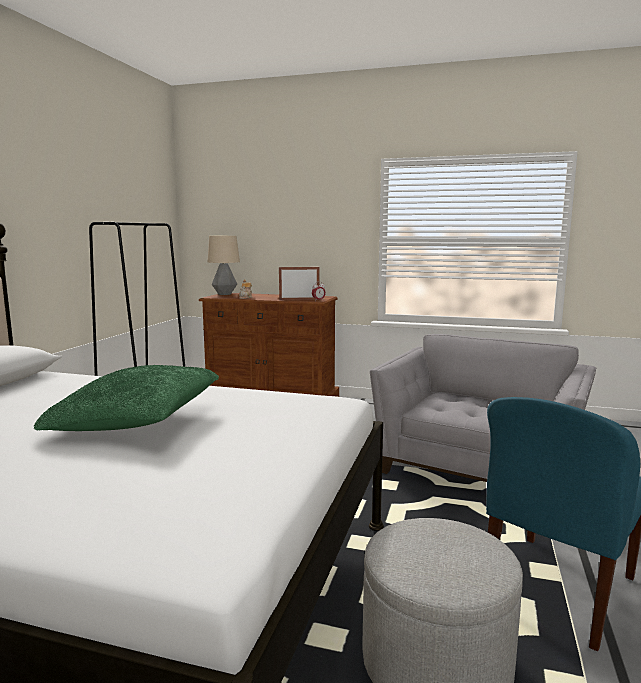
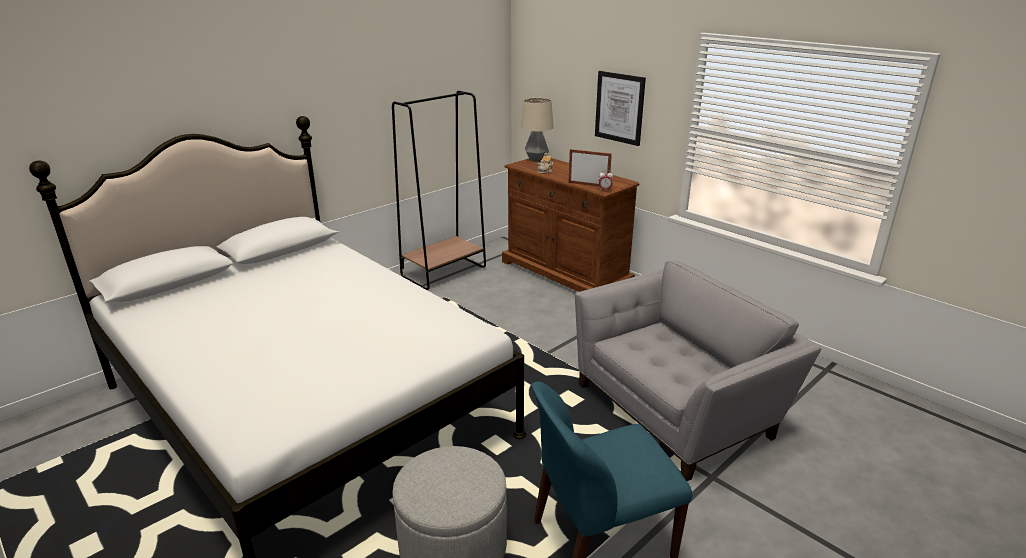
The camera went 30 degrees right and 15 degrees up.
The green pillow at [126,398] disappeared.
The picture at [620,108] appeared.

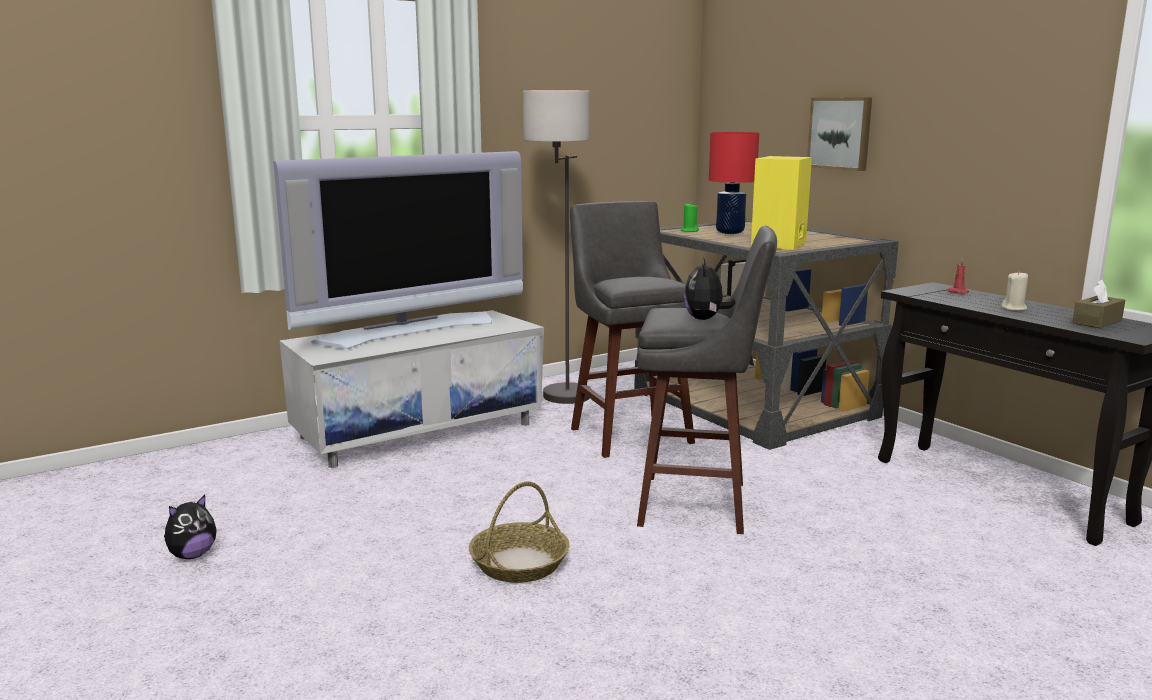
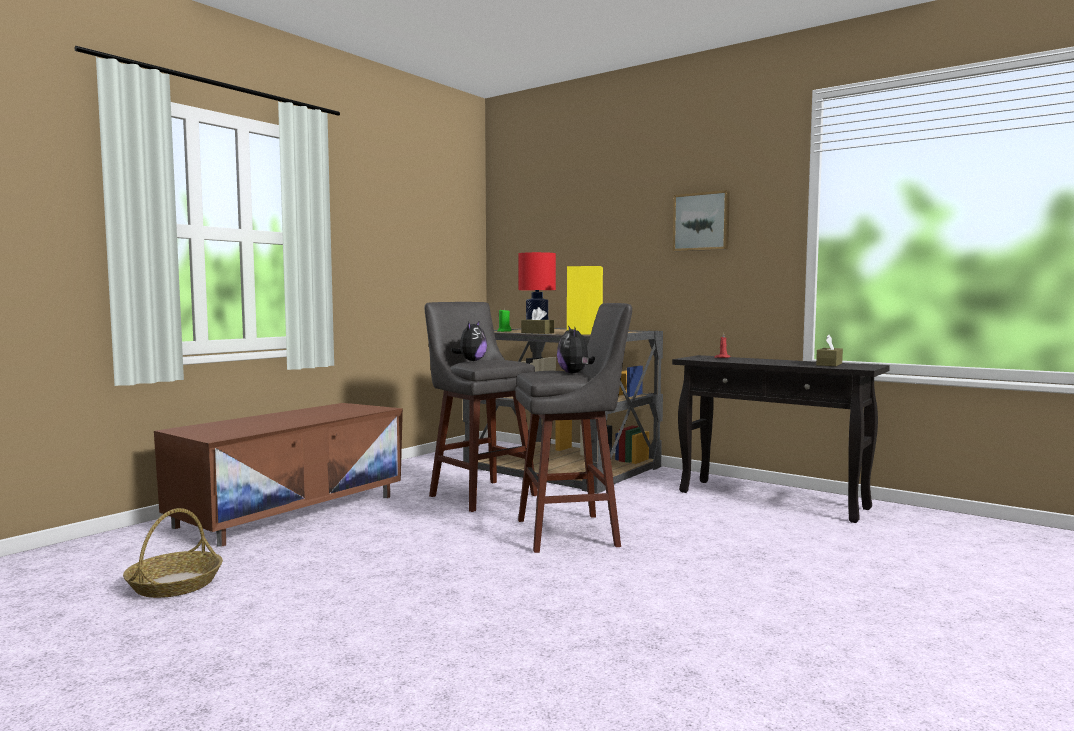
The camera went 20 degrees left and 10 degrees down.
The soft toy moved from [190,527] to [469,341].
The TV set at [398,250] disappeared.
The white tv unit at [411,389] became the brownish tv unit at [278,475].
The storage basket moved from [519,532] to [173,553].
The gray standing lamp at [556,247] disappeared.
The picture moved from [839,134] to [701,221].
The sand-coloured wax light at [1014,291] disappeared.
The brownish tissue box at [537,320] appeared.

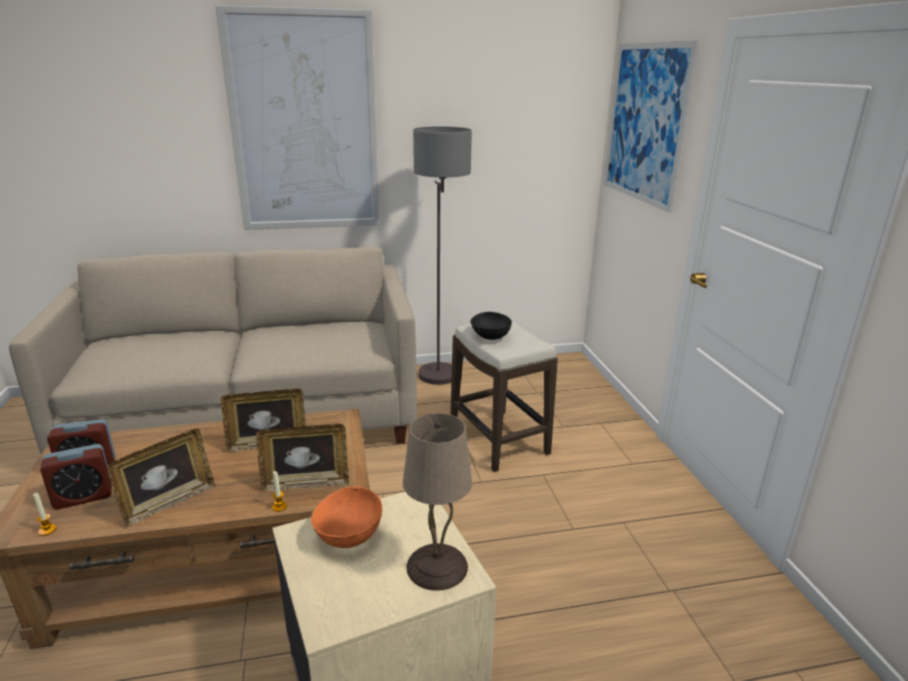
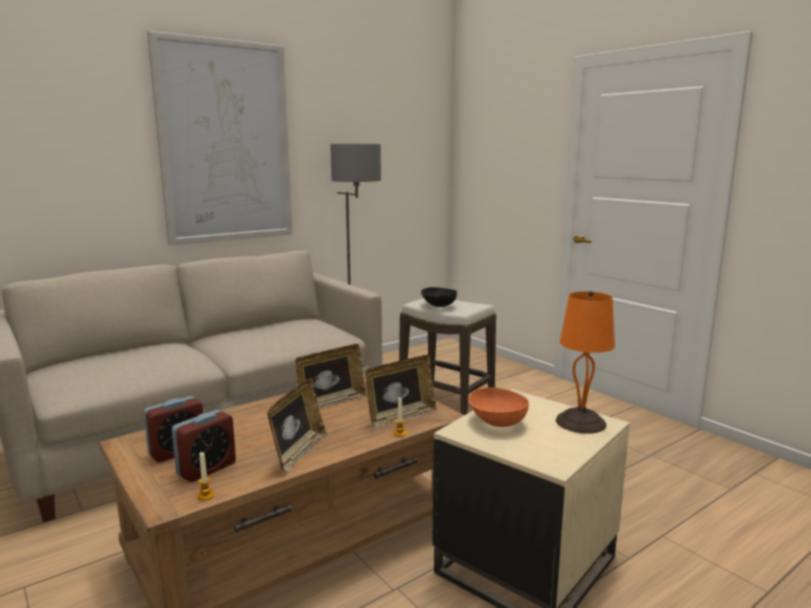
The camera went 25 degrees left and 10 degrees down.
The sand-coloured lamp for a table at [437,502] became the orange-coloured lamp for a table at [585,362].
The picture at [651,126] disappeared.

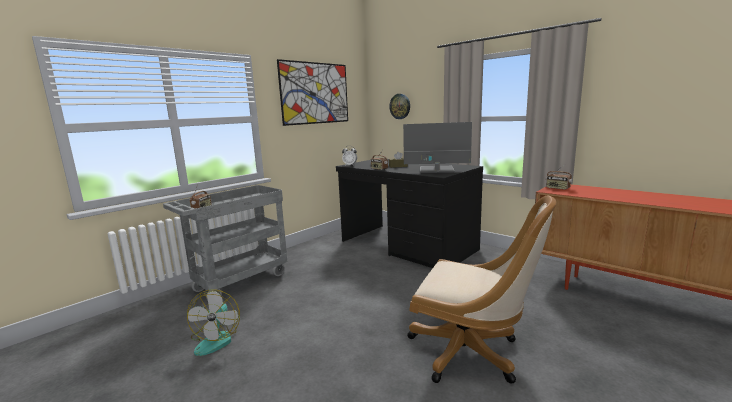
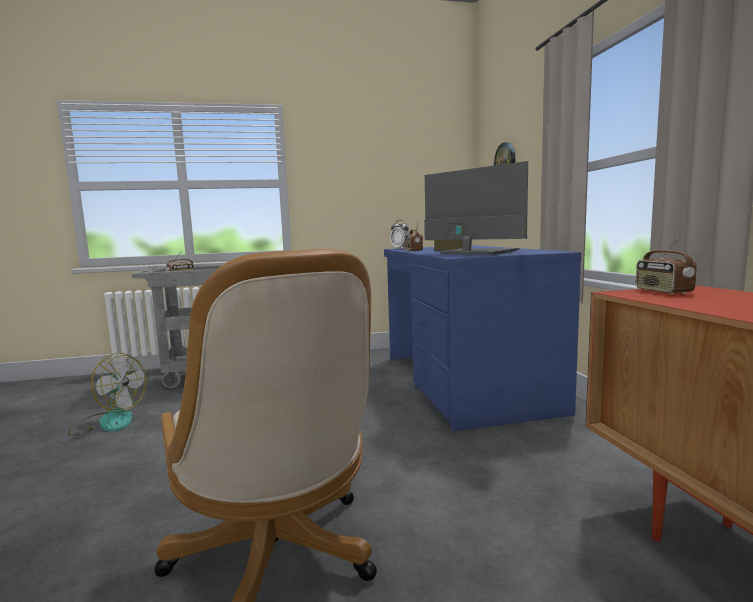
The camera went 35 degrees right and 5 degrees down.
The electric fan at [213,323] turned 105 degrees counterclockwise.
The picture at [312,92] disappeared.
The black-coloured desk unit at [409,213] became the blue-coloured desk unit at [482,338].

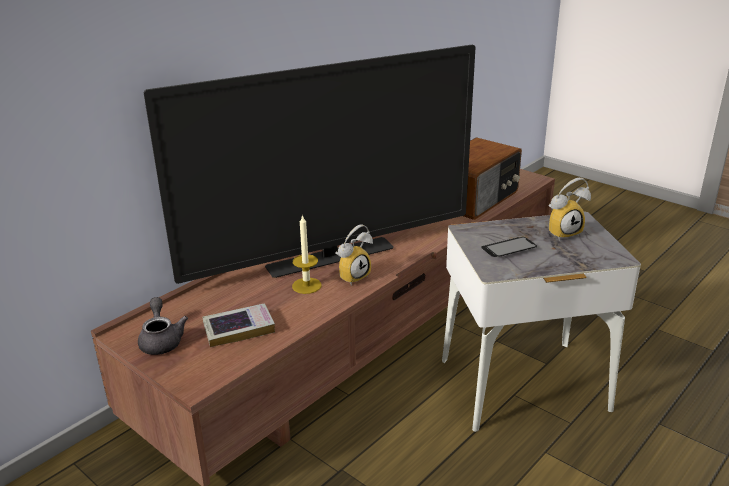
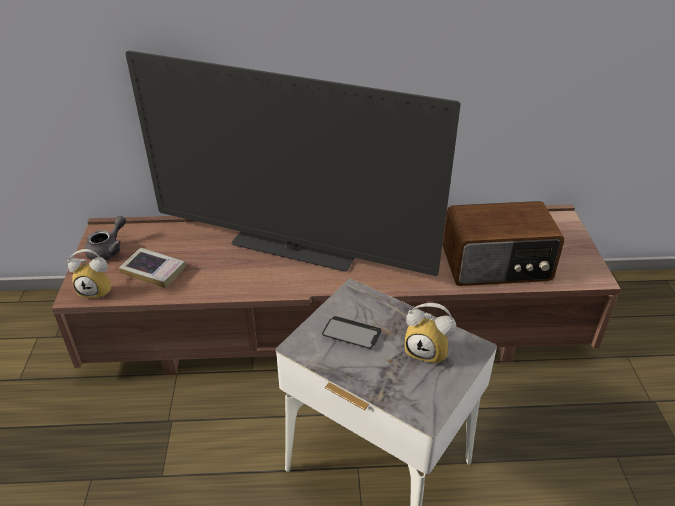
The camera went 45 degrees right and 10 degrees up.
The wax light at [306,254] disappeared.
The alarm clock moved from [354,255] to [89,274].

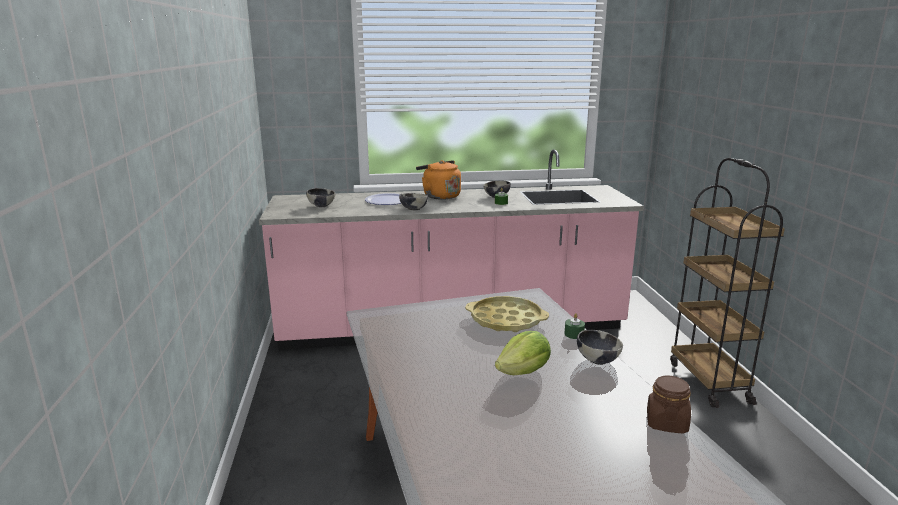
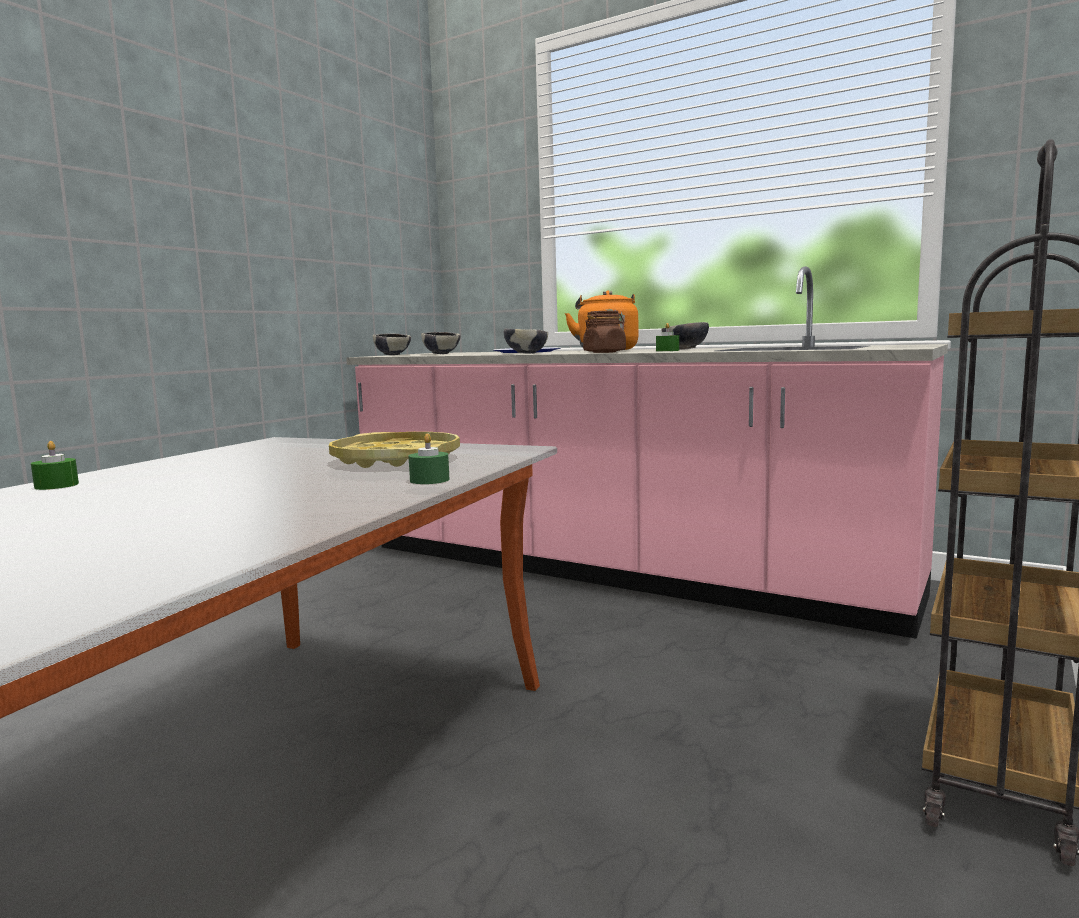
The camera went 40 degrees right and 10 degrees down.
The lettuce at [523,353] disappeared.
The bowl moved from [600,347] to [392,344].
The brownish storage jar moved from [669,404] to [604,331].
The green wax light at [55,465] appeared.

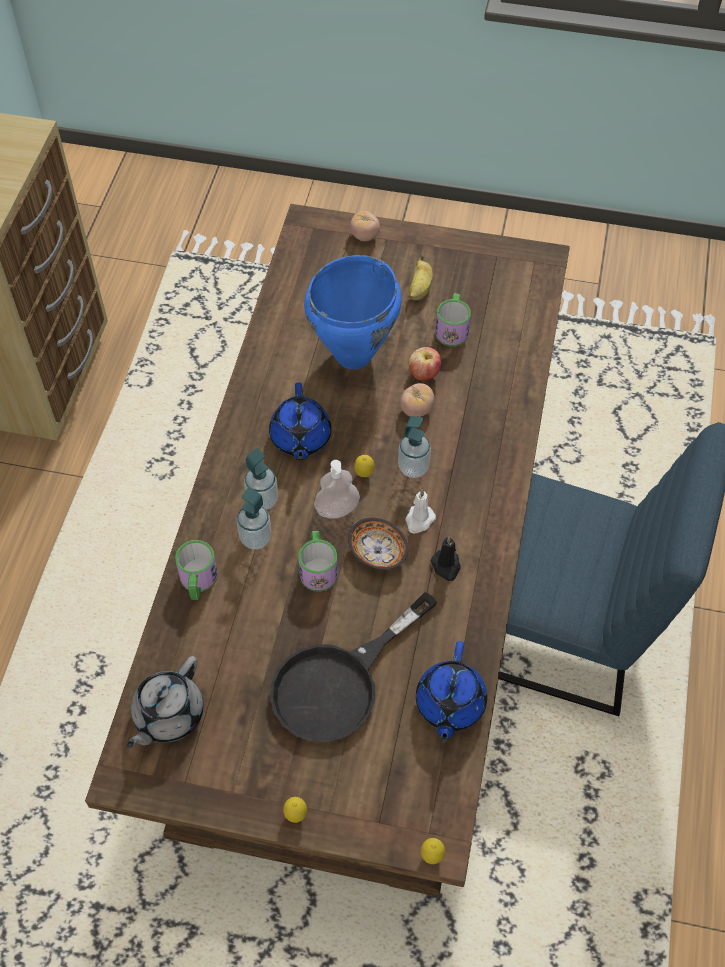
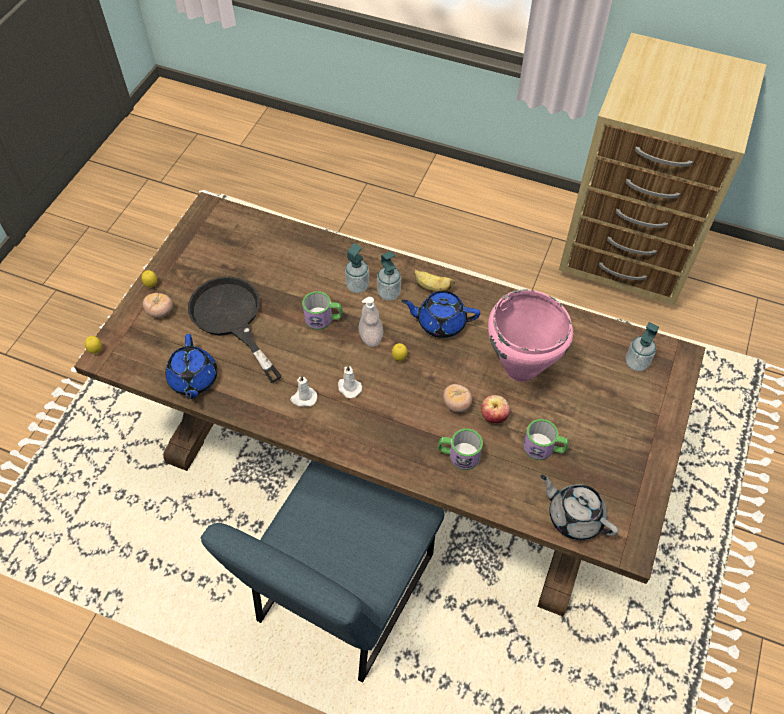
The camera went 100 degrees right and 0 degrees up.
The gray tea pot moved from [165,702] to [579,507].
The tea mug moved from [196,570] to [460,449].
The blue-coloured cooking pot at [352,312] became the pink cooking pot at [530,336].
The bowl at [378,544] disappeared.
The tomato moved from [365,226] to [157,305].
The liquid soap bottle moved from [414,447] to [642,346].
The whole banana moved from [421,277] to [434,281].
The blue-coloured tea pot at [451,692] turned 120 degrees counterclockwise.
The black-coloured wax light at [445,558] became the white wax light at [303,391].

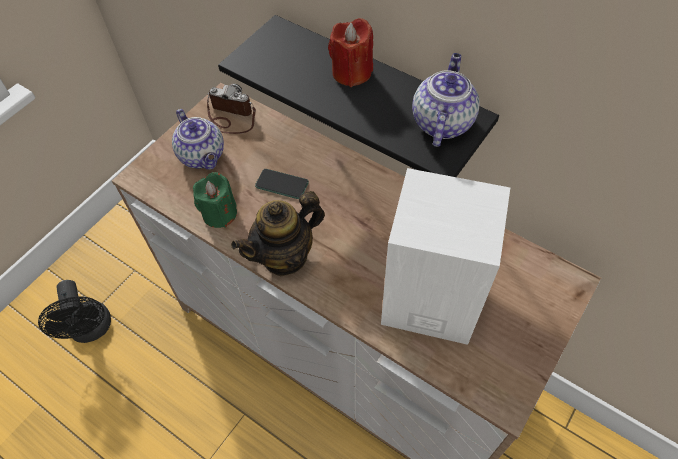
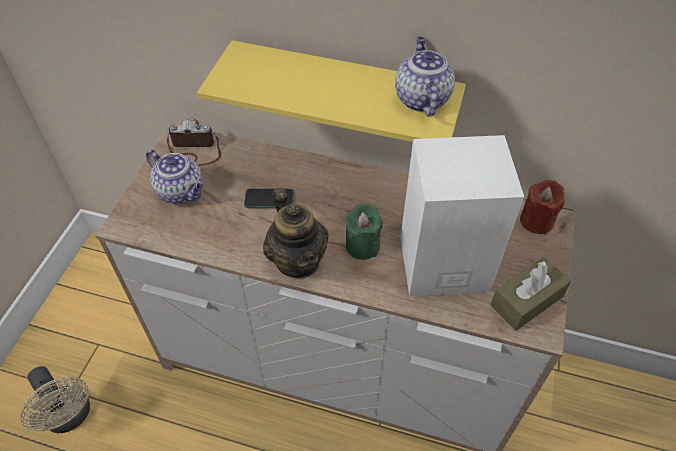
The camera went 20 degrees left and 5 degrees down.
The black-coloured electric fan at [74,311] became the sand-coloured electric fan at [55,399].
The green wax light moved from [215,200] to [364,231].
The black-coloured shelf at [358,96] became the yellow-coloured shelf at [331,91].
The tea pot at [278,233] turned 60 degrees counterclockwise.
The red-coloured wax light moved from [350,52] to [542,207].
The brownish tissue box at [530,294] appeared.

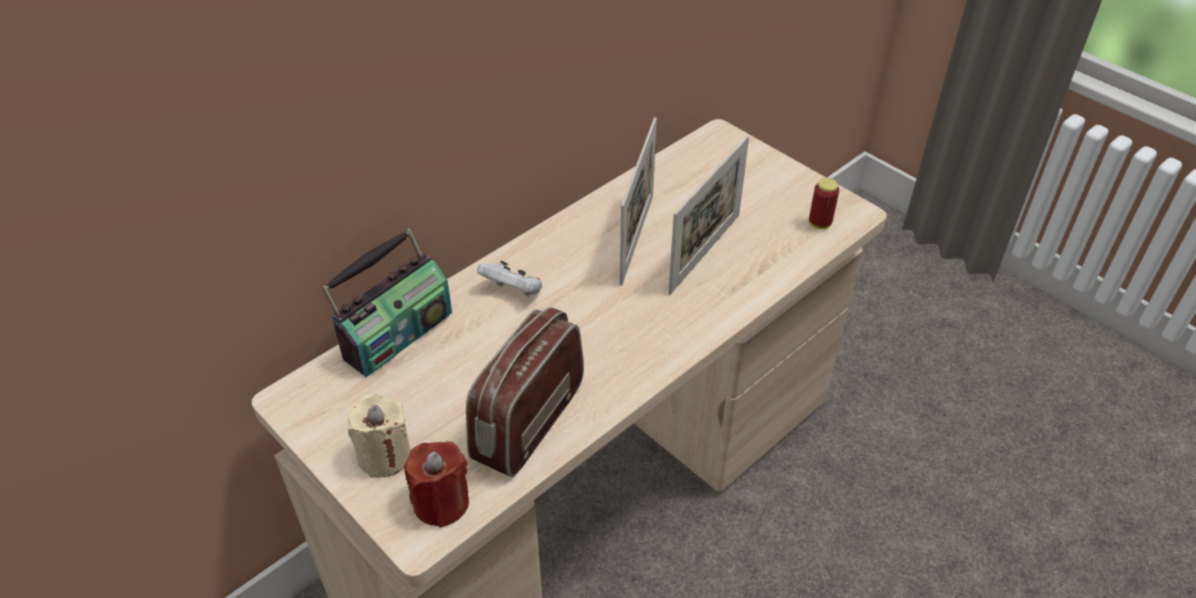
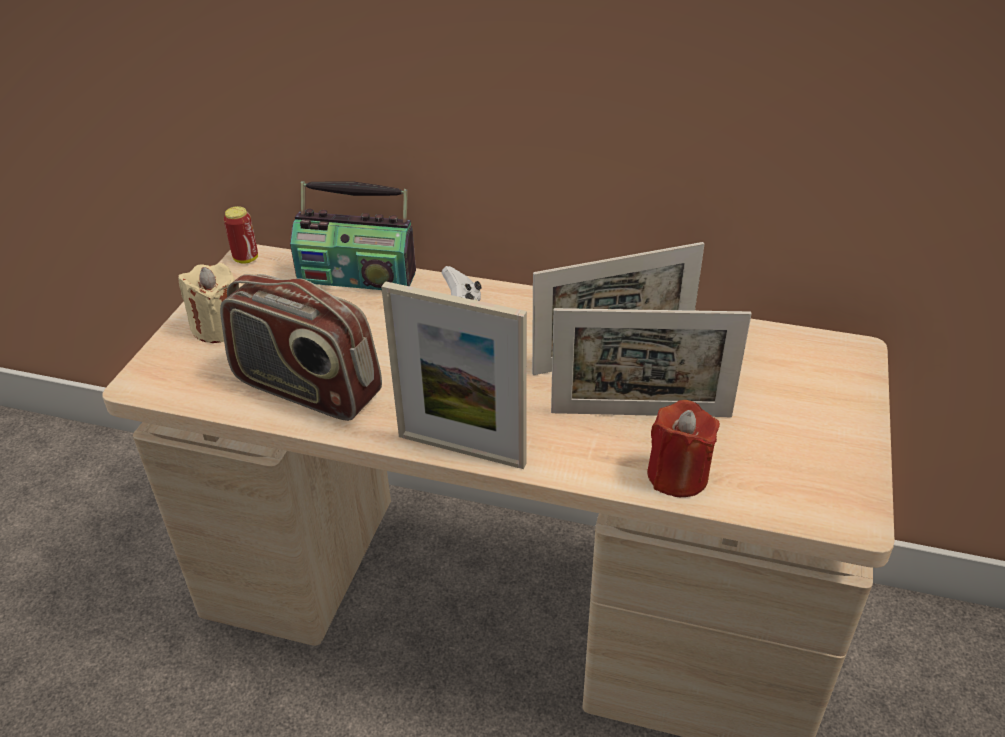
The camera went 60 degrees right and 5 degrees down.
The red-coloured wax light moved from [436,484] to [683,448].
The radio at [525,392] turned 150 degrees counterclockwise.
The sealed can moved from [824,203] to [241,235].
The photo frame at [454,375] appeared.

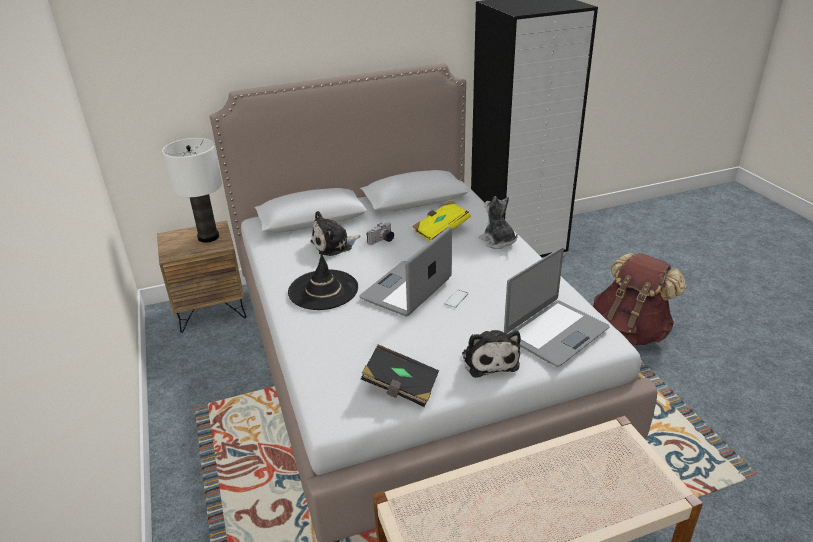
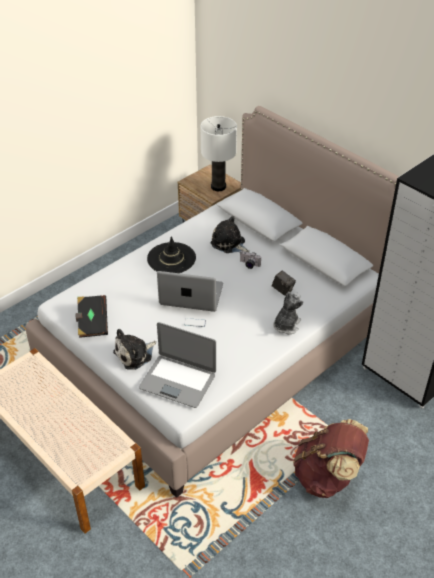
The camera went 65 degrees right and 10 degrees up.
The yellow-coloured volume at [442,220] was replaced by the still camera at [284,283].

